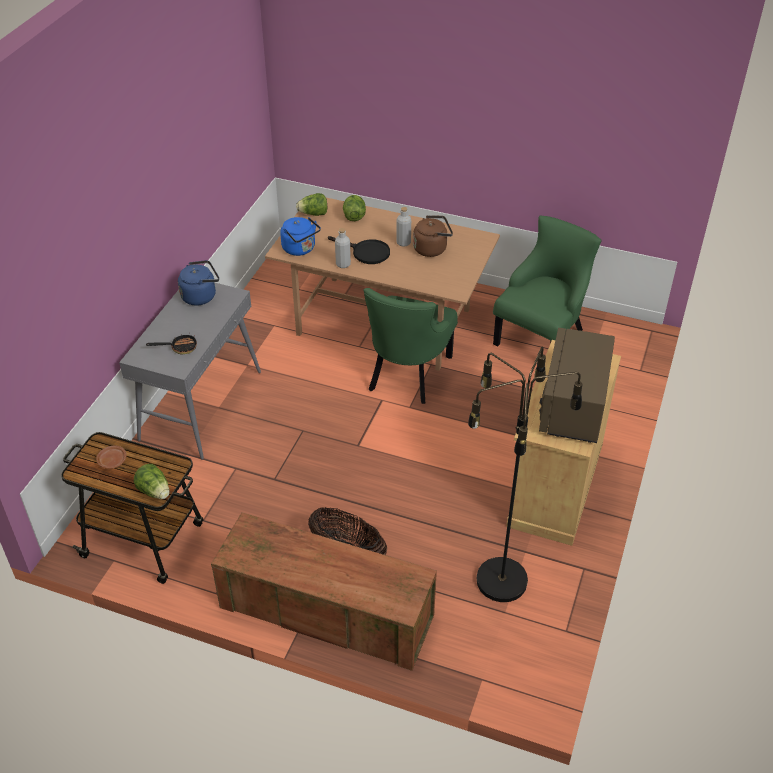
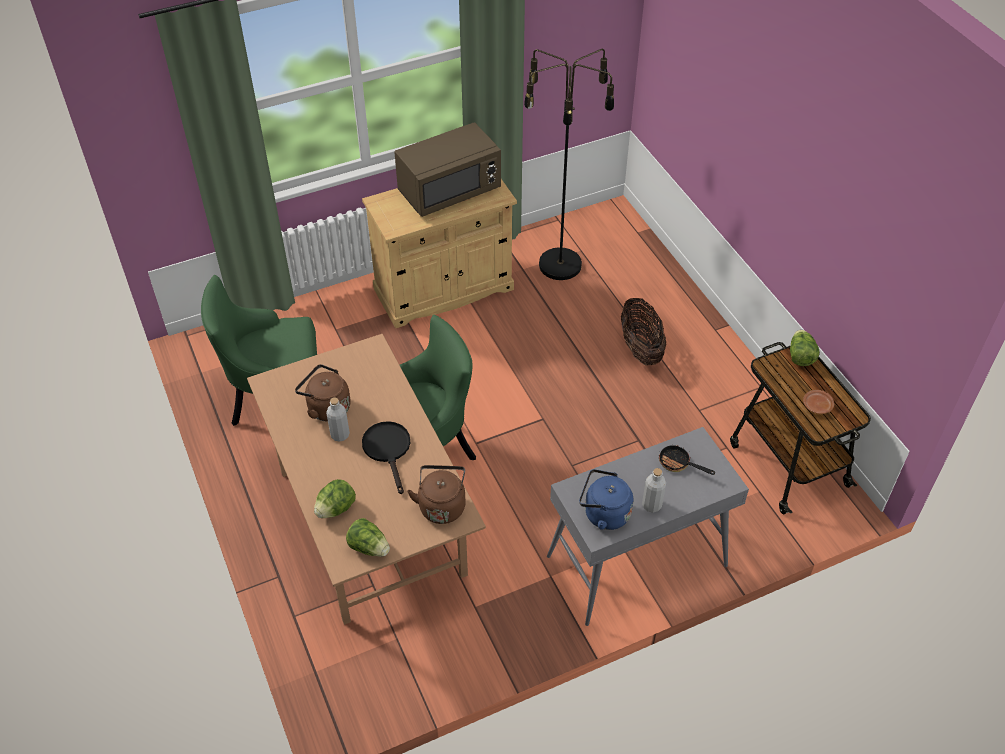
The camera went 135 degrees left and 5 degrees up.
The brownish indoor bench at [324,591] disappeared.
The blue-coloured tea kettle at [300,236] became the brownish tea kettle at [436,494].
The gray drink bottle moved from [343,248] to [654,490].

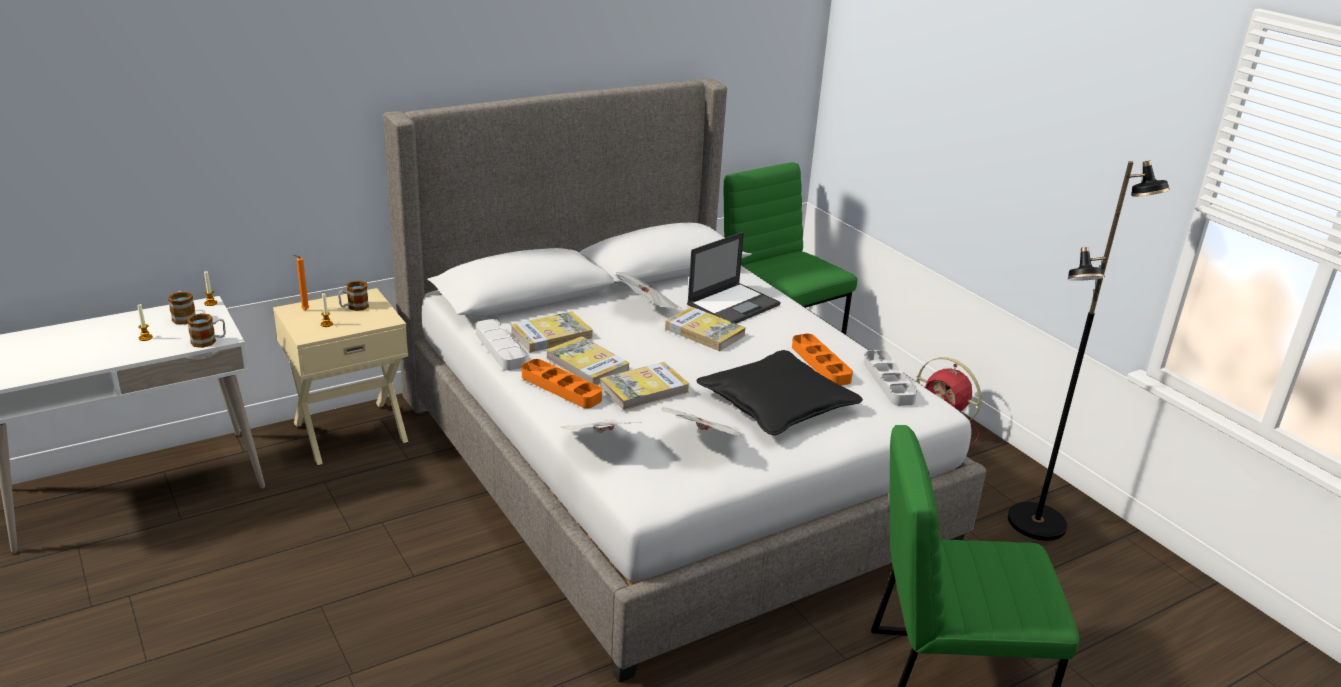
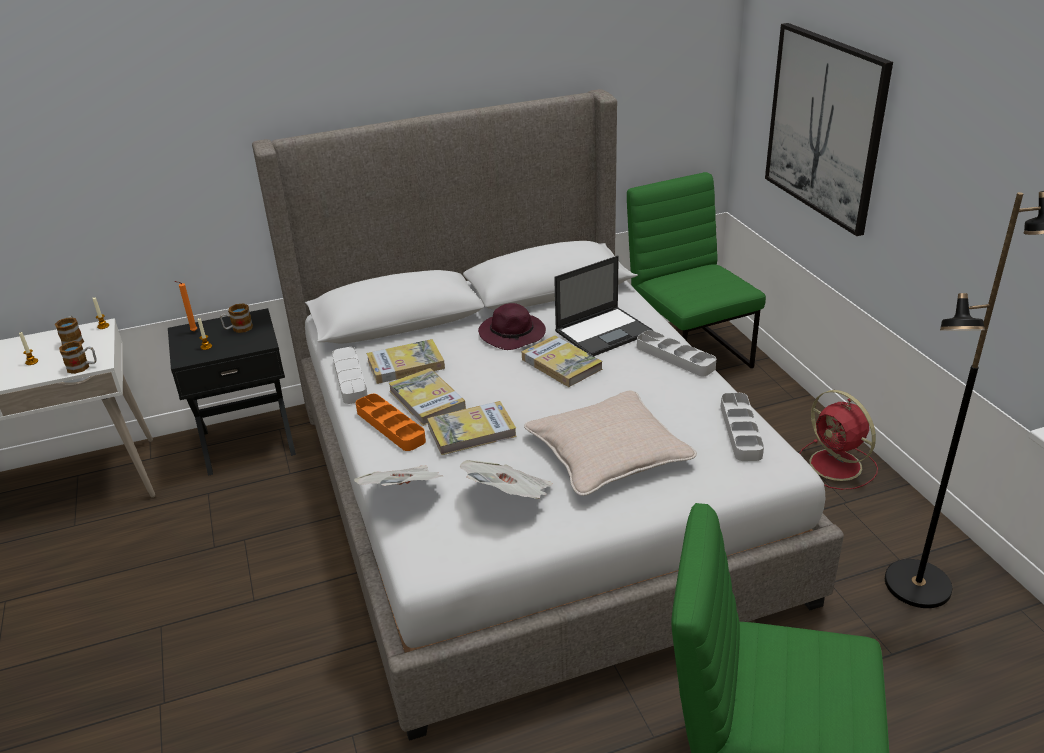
The camera went 15 degrees right and 5 degrees up.
The sand-coloured nightstand at [340,376] became the black-coloured nightstand at [232,392].
The newspaper at [648,290] was replaced by the purple-coloured clothing hat at [512,326].
The black-coloured pillow at [780,392] became the sand-coloured pillow at [610,443].
The orange-coloured tray at [822,360] disappeared.
The gray tray at [676,353] appeared.
The picture at [829,129] appeared.

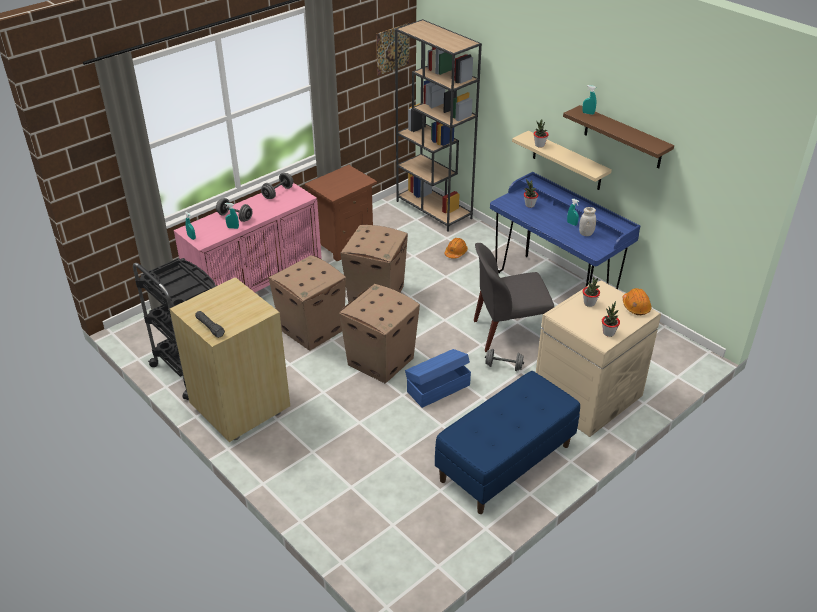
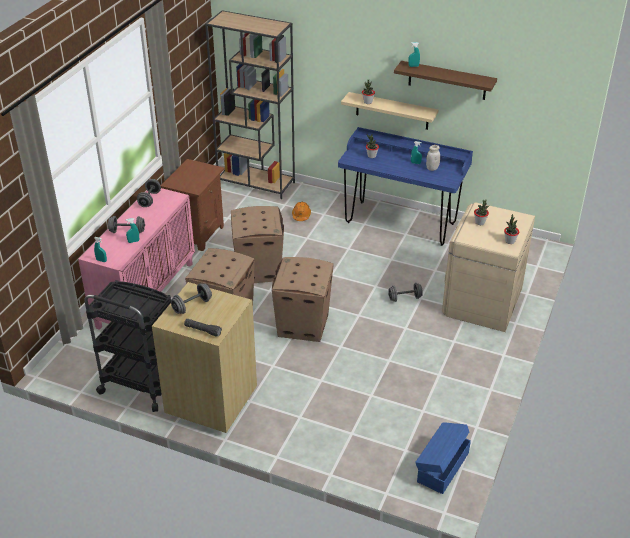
The camera went 25 degrees left and 0 degrees up.
The picture at [392,49] disappeared.
The blue-coloured storage bin moved from [438,378] to [443,458].
The blue-coloured indoor bench at [507,442] disappeared.
The gray plain chair at [514,297] disappeared.
The orange-coloured hard hat at [637,301] disappeared.
The gray dumbbell at [191,298] appeared.

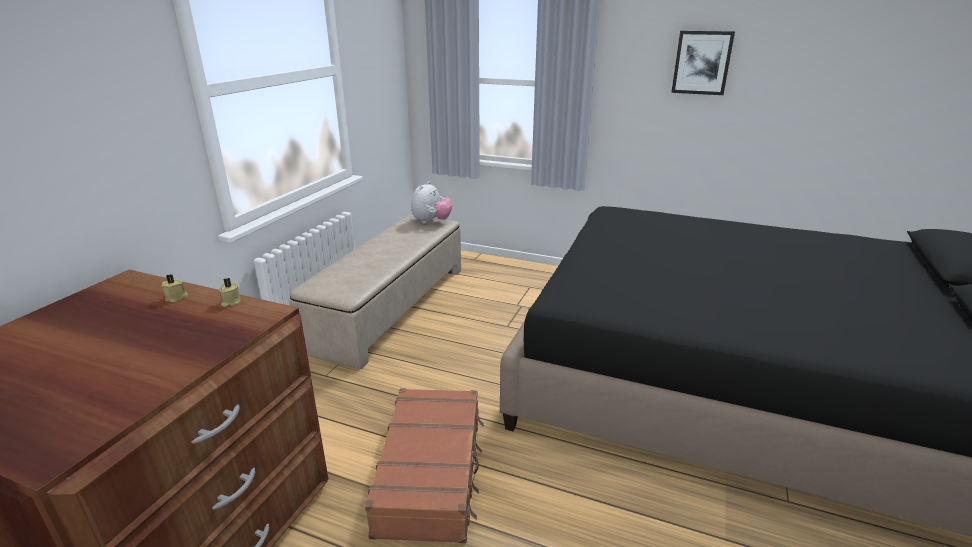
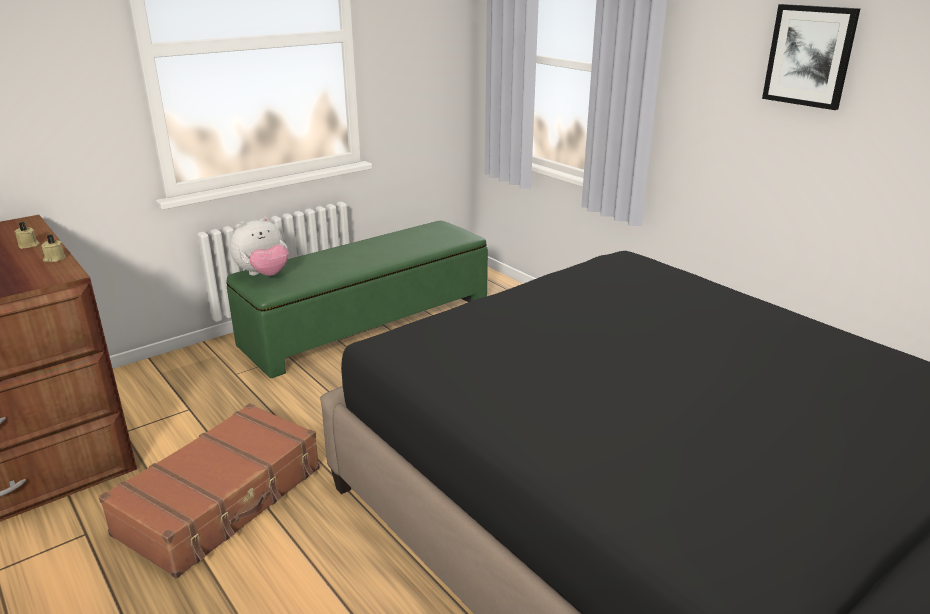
The camera went 30 degrees right and 0 degrees up.
The sand-coloured indoor bench at [375,292] became the green indoor bench at [357,299].
The soft toy moved from [432,202] to [259,246].

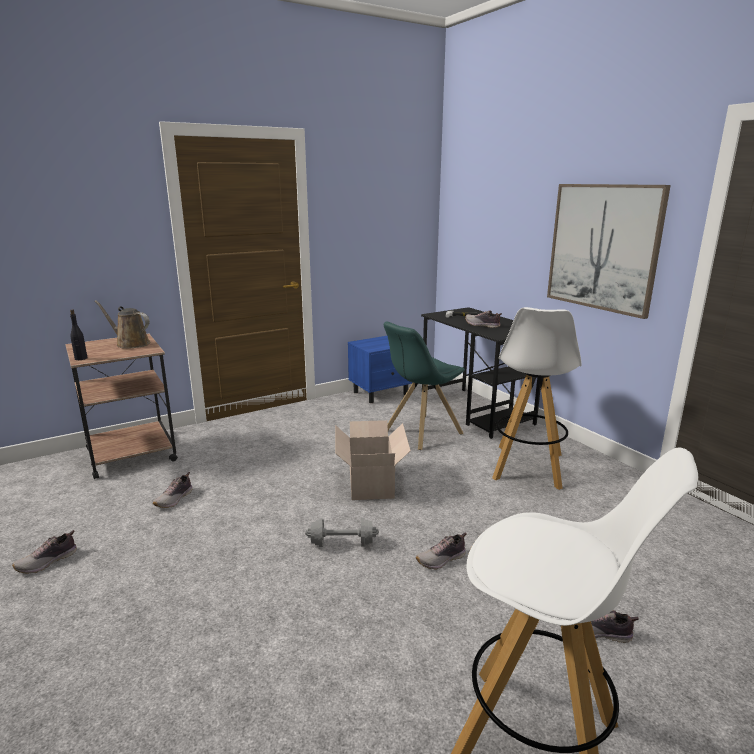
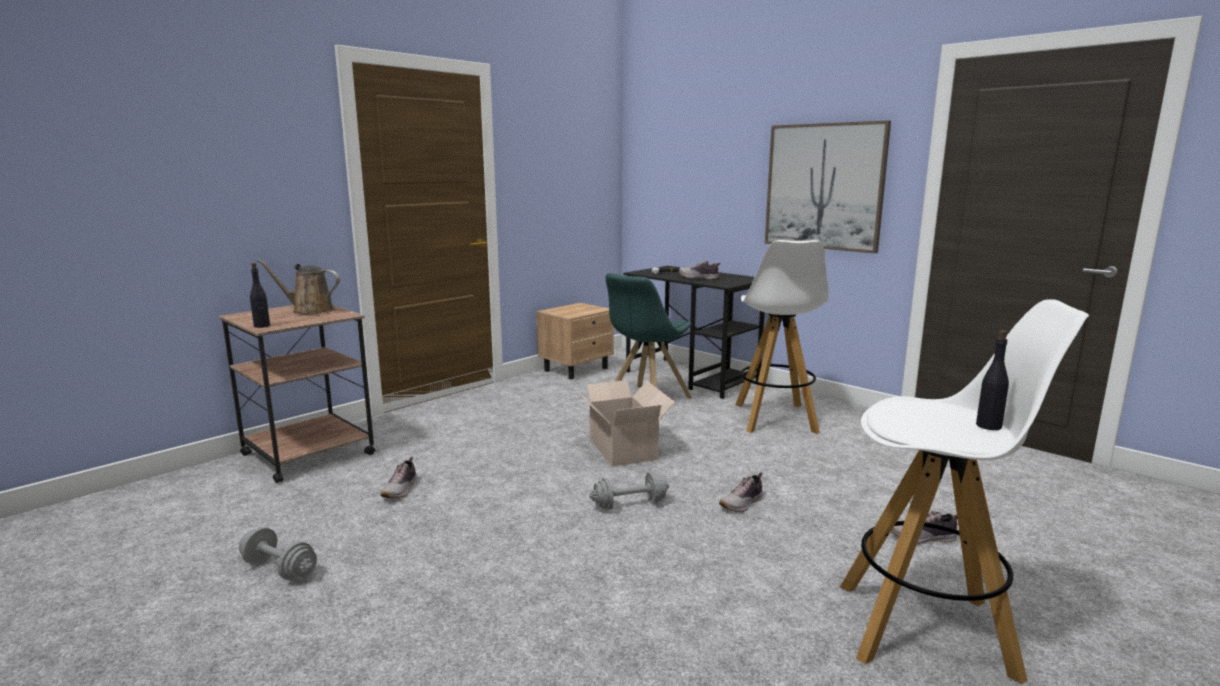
The camera went 15 degrees left and 5 degrees down.
The item of footwear at [44,552] was replaced by the gray dumbbell at [278,554].
The blue-coloured nightstand at [380,369] became the sand-coloured nightstand at [575,341].
The black-coloured drink bottle at [992,380] appeared.

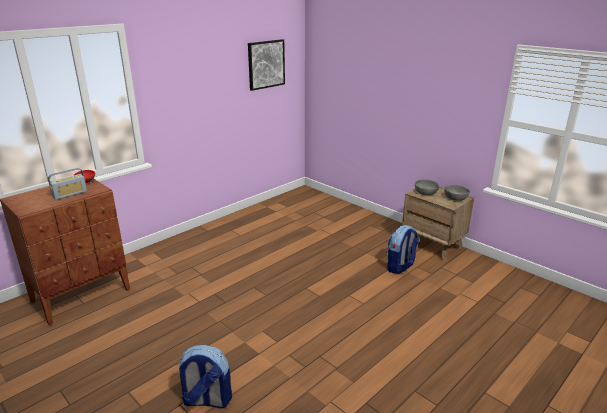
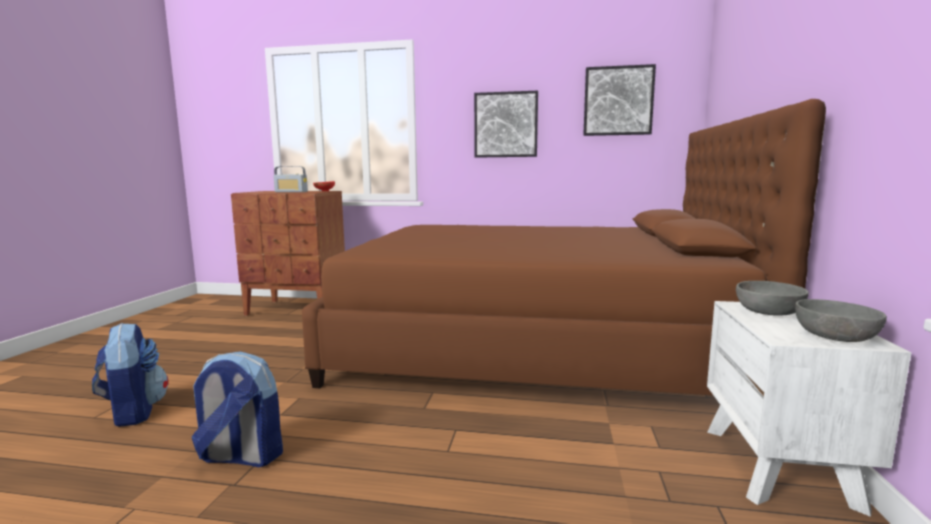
The camera went 55 degrees right and 15 degrees down.
The rucksack moved from [403,249] to [237,409].
The brownish nightstand at [438,224] became the white nightstand at [809,409].
The brownish bed at [564,247] appeared.
The picture at [506,124] appeared.

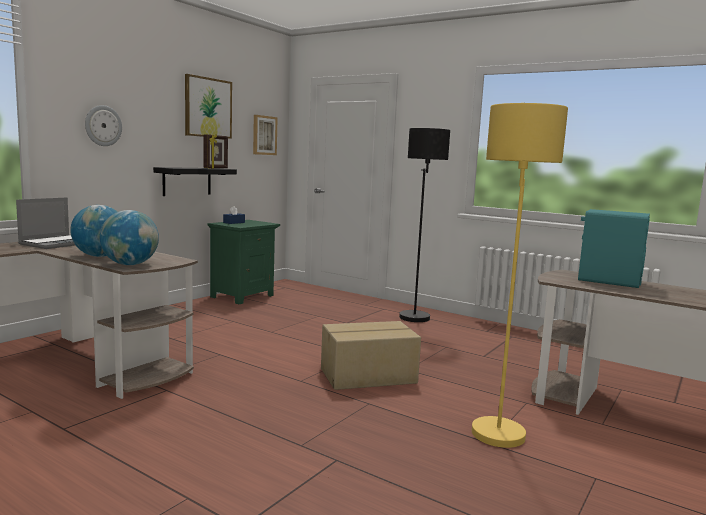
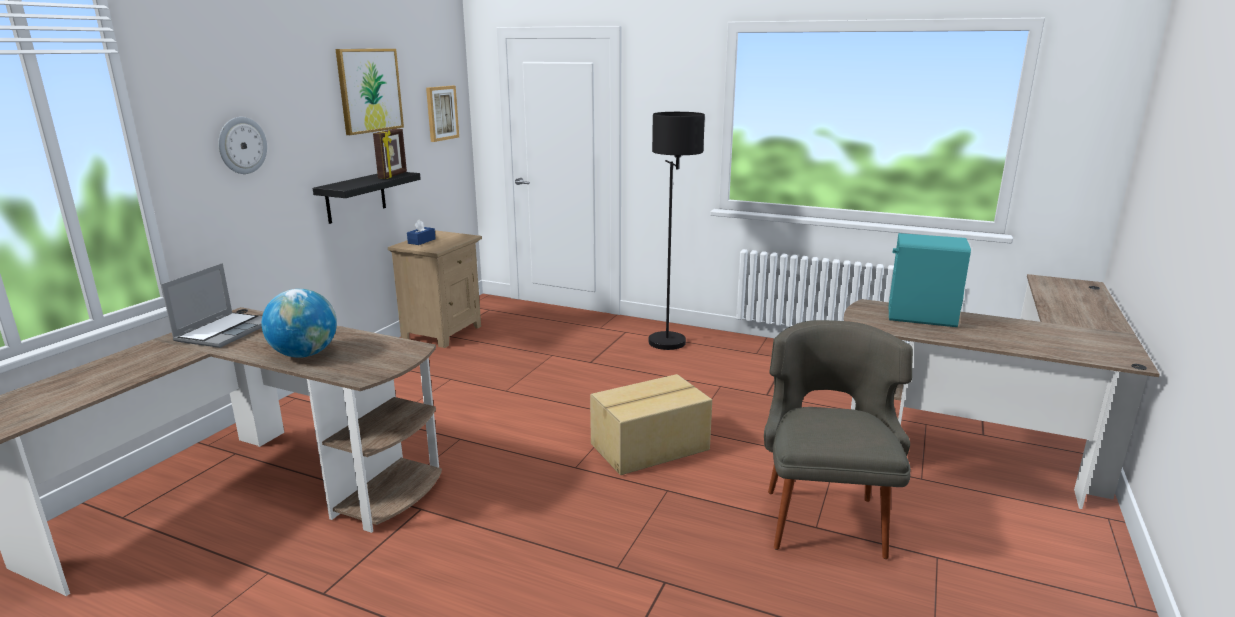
The camera went 10 degrees left and 10 degrees up.
The globe at [129,237] disappeared.
The green nightstand at [243,262] became the sand-coloured nightstand at [435,289].
The yellow-coloured standing lamp at [520,275] was replaced by the gray plain chair at [838,439].

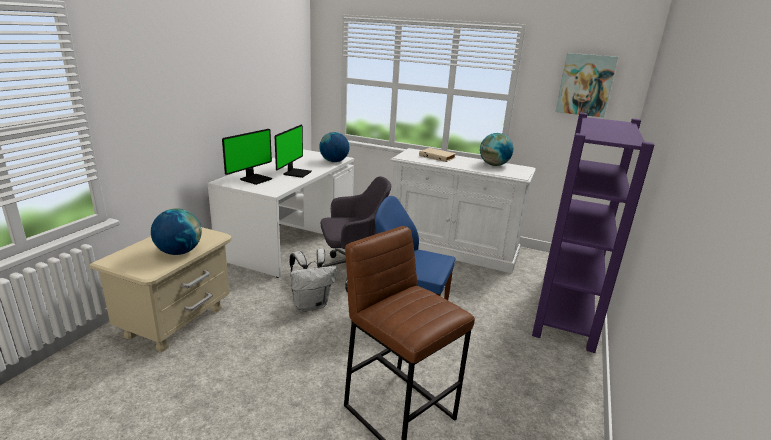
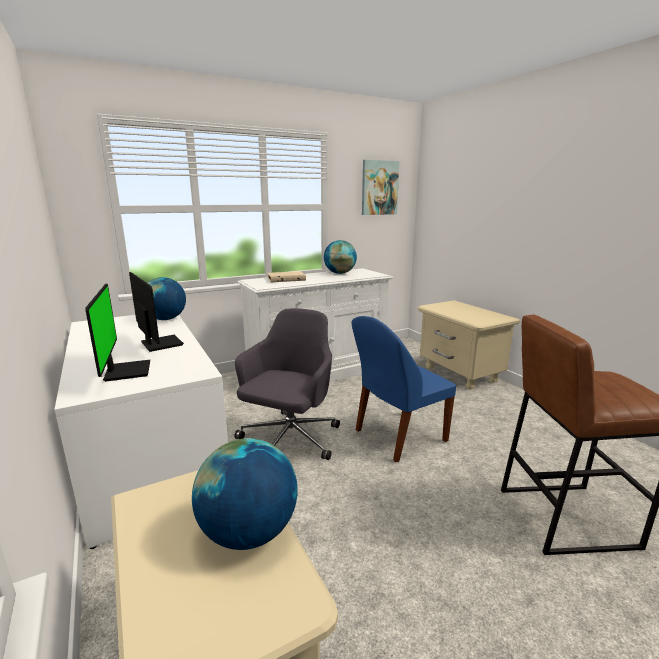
The camera went 50 degrees left and 5 degrees down.
The white rucksack at [313,280] disappeared.
The purple-coloured shelving unit at [593,232] was replaced by the sand-coloured nightstand at [469,345].

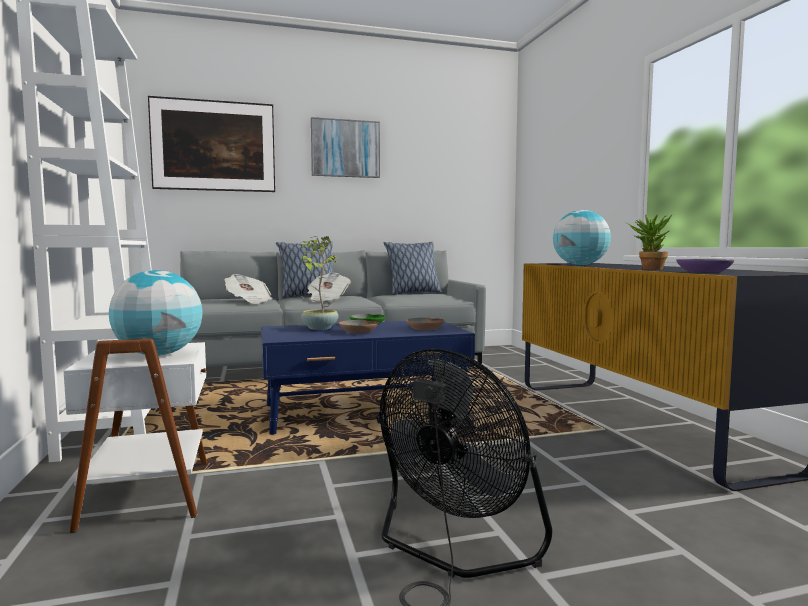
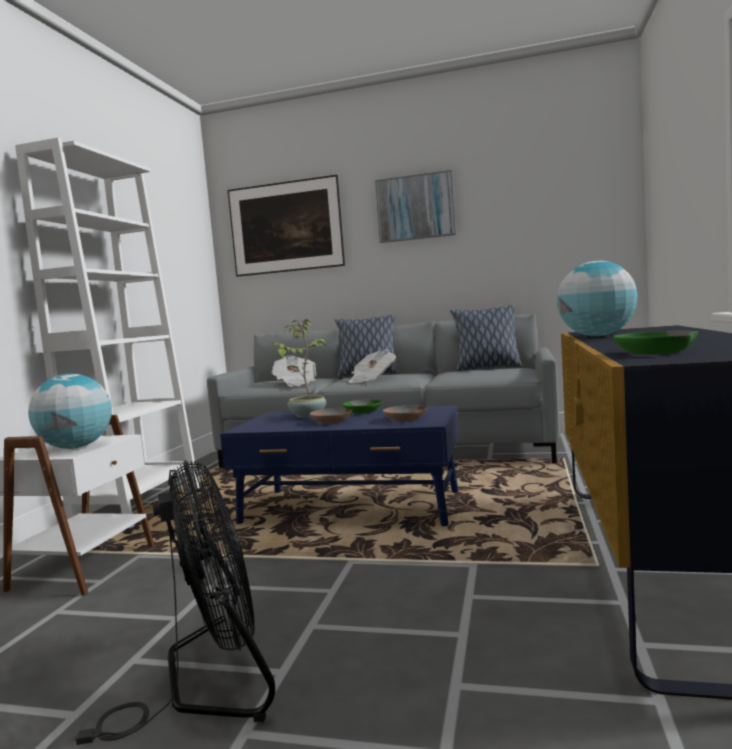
The camera went 30 degrees right and 0 degrees up.
The potted plant at [649,242] disappeared.
The purple-coloured bowl at [705,265] became the green bowl at [655,343].

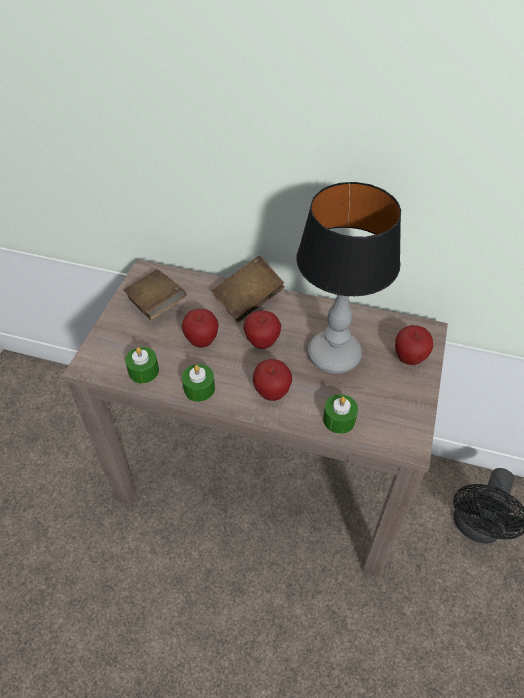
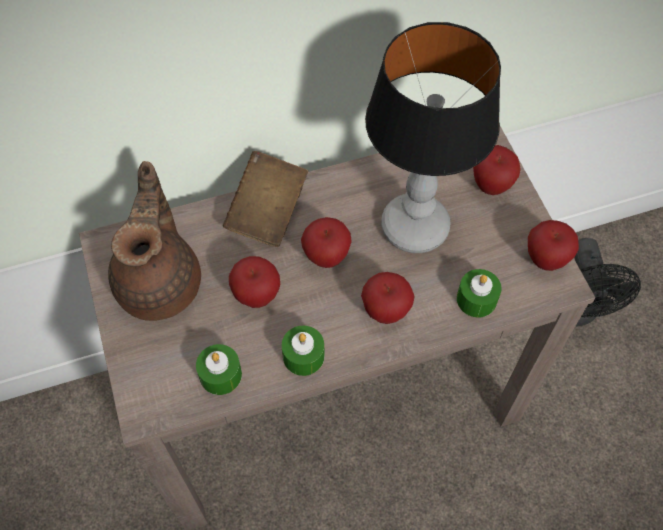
The camera went 35 degrees left and 10 degrees up.
The brownish volume at [154,295] was replaced by the brownish tea pot at [154,241].
The apple fruit at [553,245] appeared.

